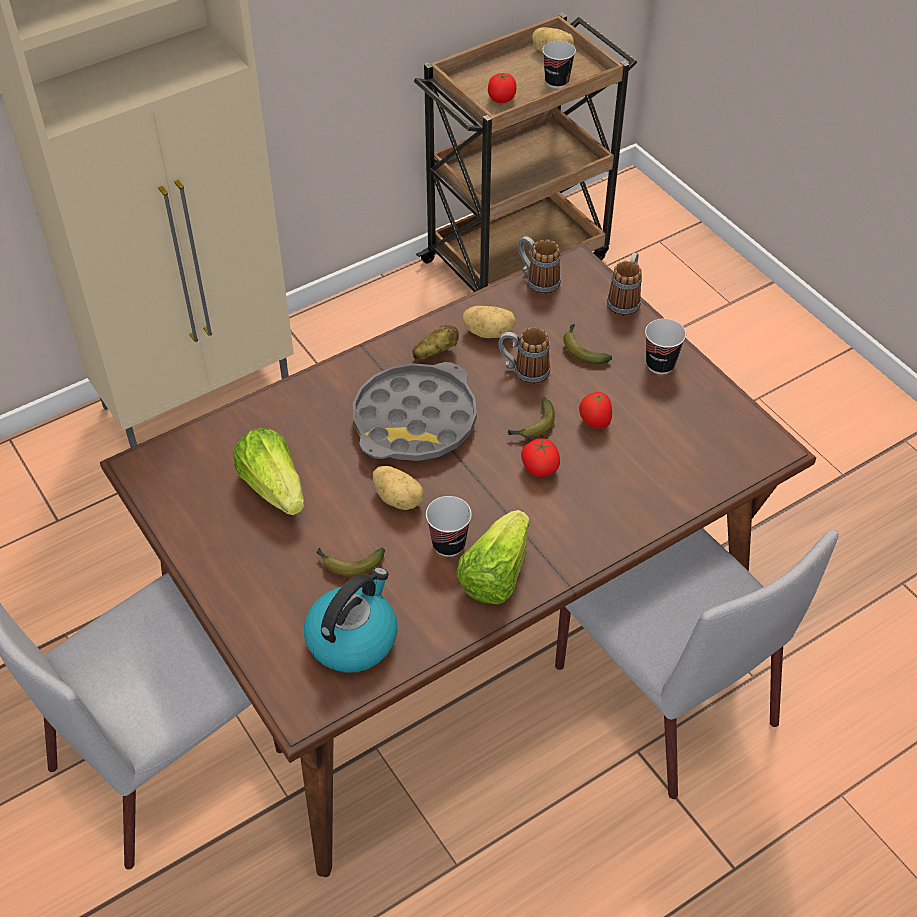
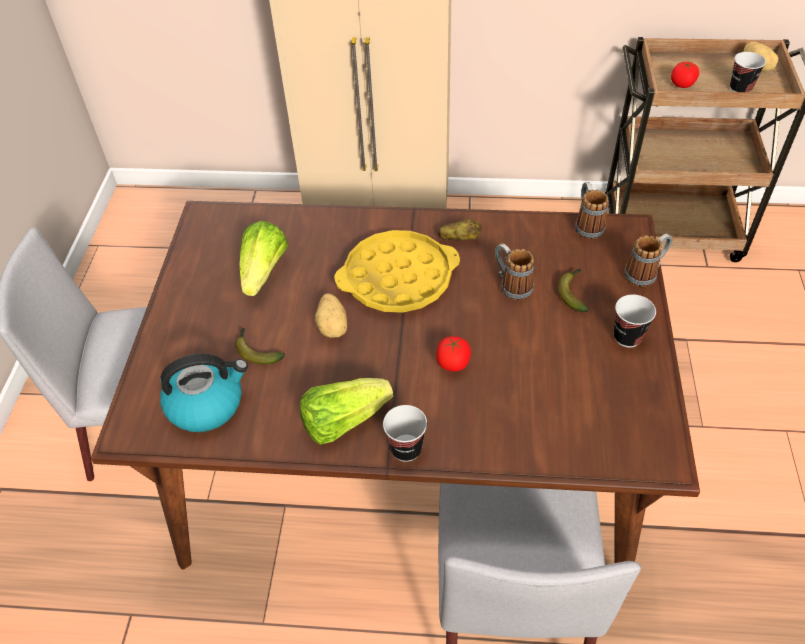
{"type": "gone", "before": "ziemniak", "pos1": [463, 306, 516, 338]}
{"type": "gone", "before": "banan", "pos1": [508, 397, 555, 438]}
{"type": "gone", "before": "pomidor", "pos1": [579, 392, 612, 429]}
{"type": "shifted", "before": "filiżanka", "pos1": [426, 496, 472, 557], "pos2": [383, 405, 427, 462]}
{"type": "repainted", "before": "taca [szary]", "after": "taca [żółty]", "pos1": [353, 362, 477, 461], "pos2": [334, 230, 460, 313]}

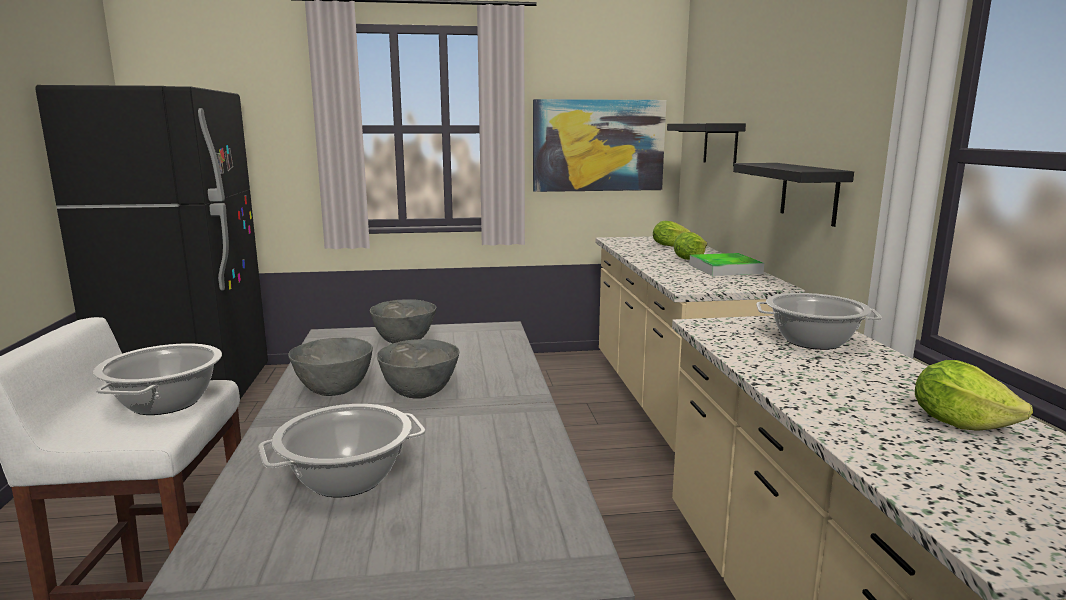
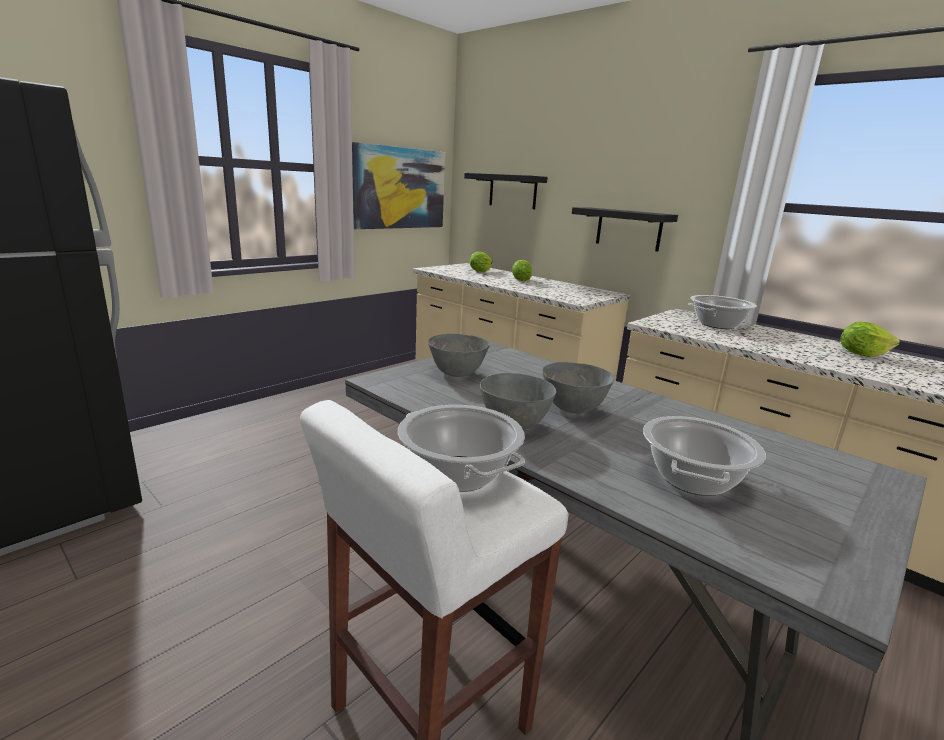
{"type": "gone", "before": "taca", "pos1": [689, 253, 764, 276]}

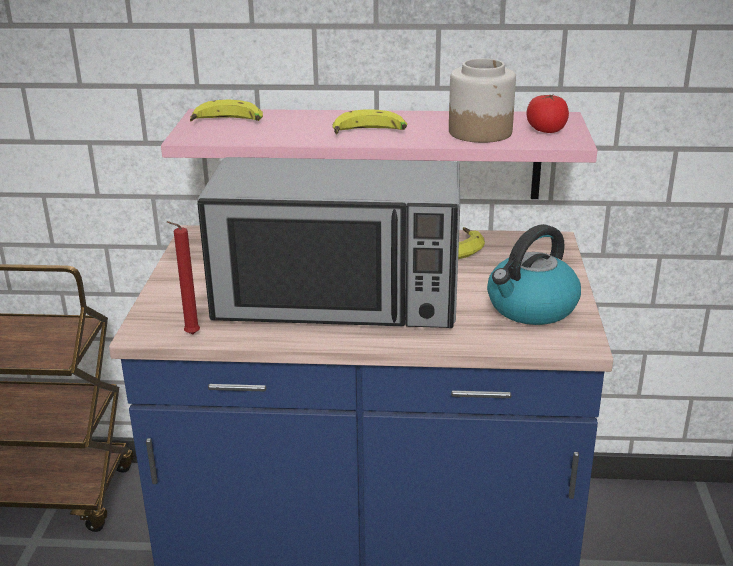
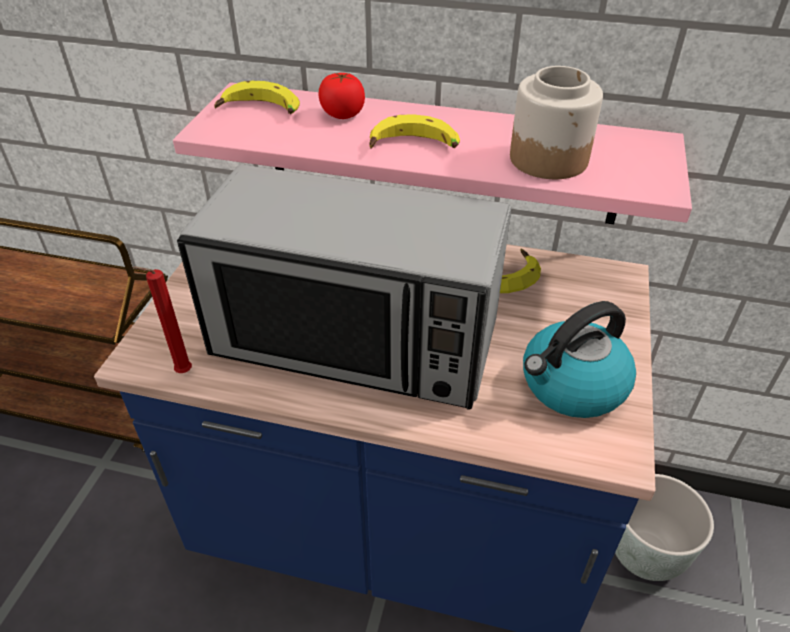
{"type": "new", "after": "donica [szary]", "pos2": [615, 474, 714, 581]}
{"type": "shifted", "before": "pomidor", "pos1": [527, 94, 569, 133], "pos2": [319, 73, 365, 119]}

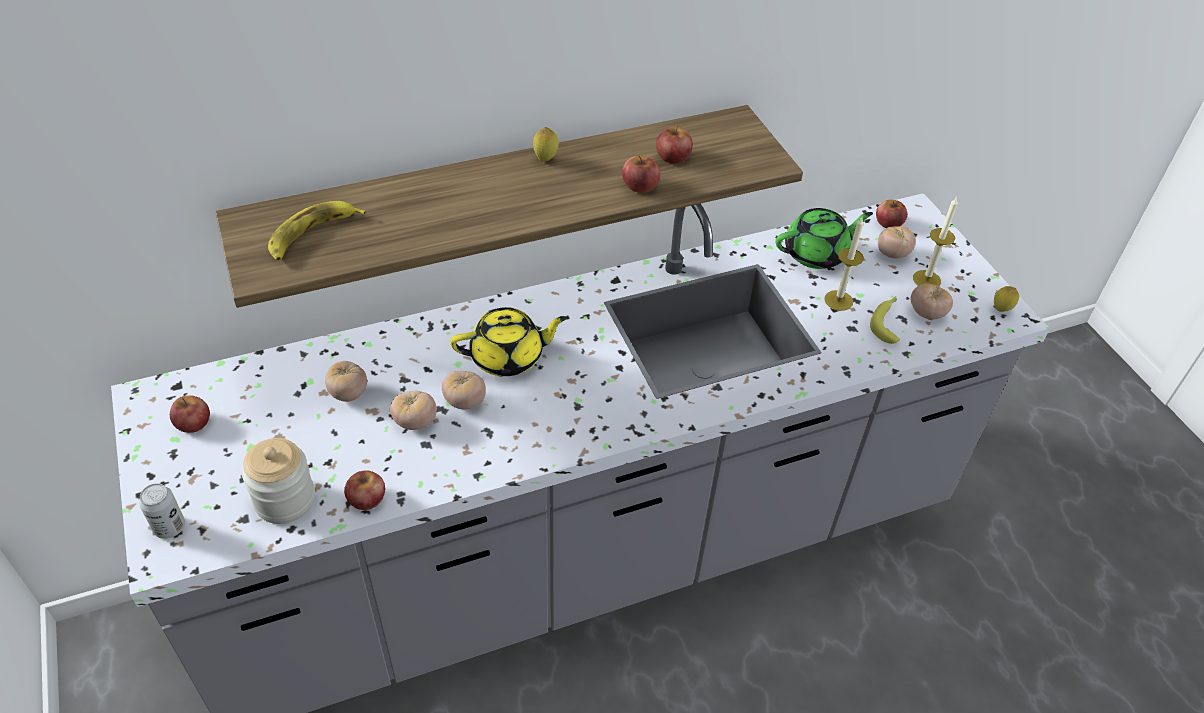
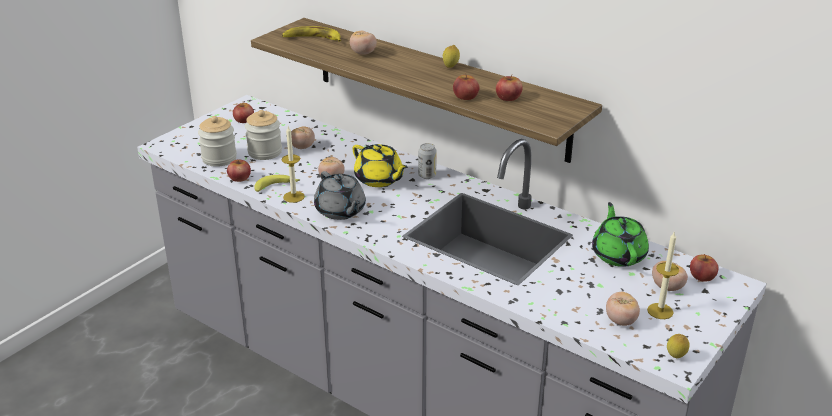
{"type": "new", "after": "słoik", "pos2": [245, 110, 282, 160]}
{"type": "new", "after": "imbryk [szary]", "pos2": [314, 171, 366, 220]}
{"type": "shifted", "before": "puszka", "pos1": [139, 483, 185, 539], "pos2": [418, 143, 437, 179]}
{"type": "shifted", "before": "pomidor", "pos1": [390, 391, 437, 430], "pos2": [350, 30, 377, 55]}
{"type": "shifted", "before": "świeca", "pos1": [824, 218, 864, 311], "pos2": [282, 126, 305, 203]}
{"type": "shifted", "before": "banan", "pos1": [870, 296, 900, 344], "pos2": [254, 175, 300, 192]}
{"type": "rotated", "before": "imbryk [zielony]", "pos1": [776, 208, 873, 269], "pos2": [592, 202, 649, 267], "turn": -135}

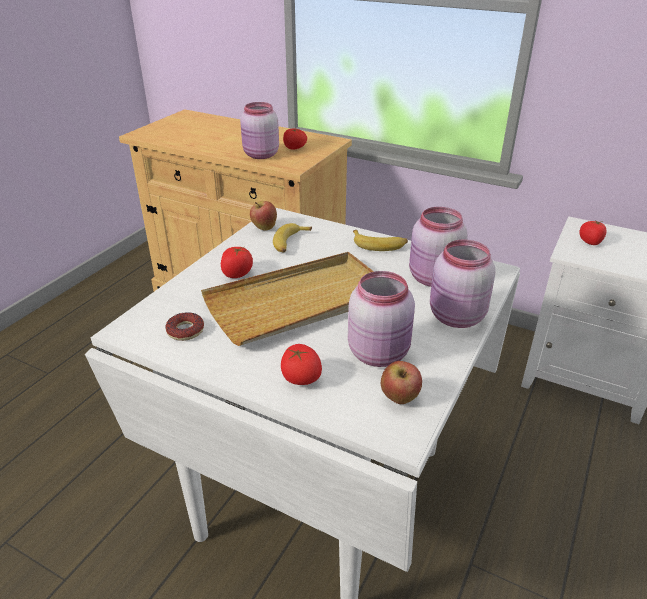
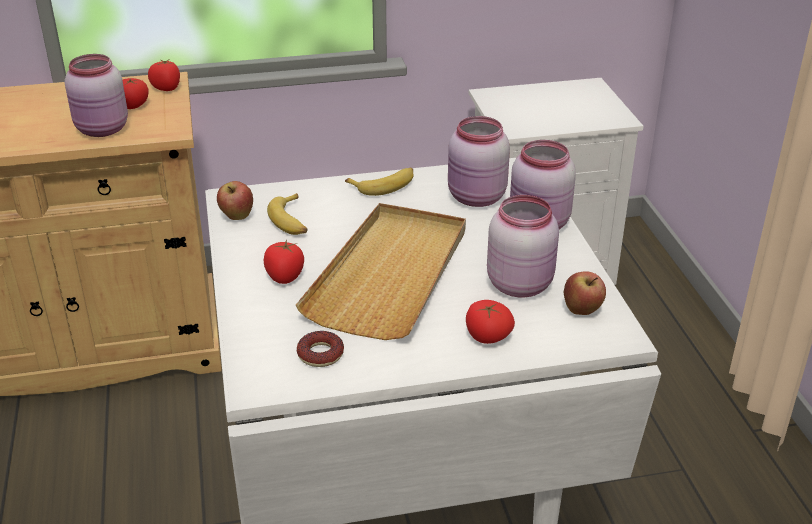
{"type": "shifted", "before": "pomidor", "pos1": [579, 220, 607, 245], "pos2": [148, 60, 180, 91]}

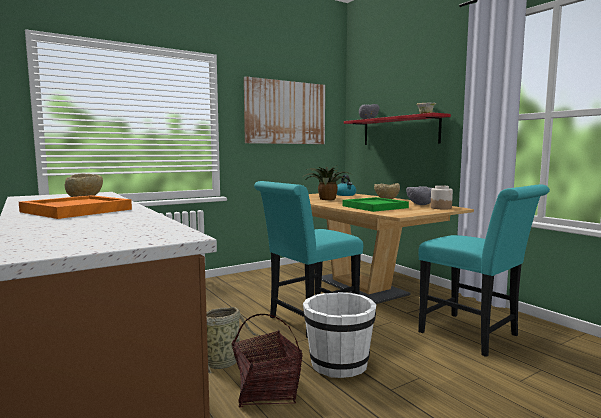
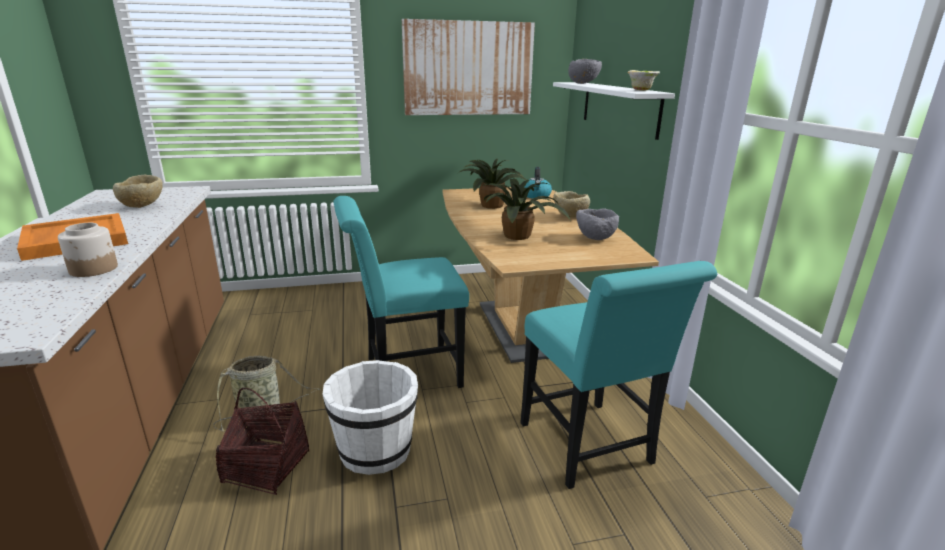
{"type": "shifted", "before": "słoik", "pos1": [431, 185, 453, 209], "pos2": [58, 223, 118, 277]}
{"type": "swapped", "before": "taca [zielony]", "after": "roślina doniczkowa", "pos1": [342, 197, 409, 212], "pos2": [483, 179, 571, 240]}
{"type": "repainted", "before": "półka [czerwony]", "after": "półka [biały]", "pos1": [344, 113, 451, 145], "pos2": [553, 82, 675, 140]}

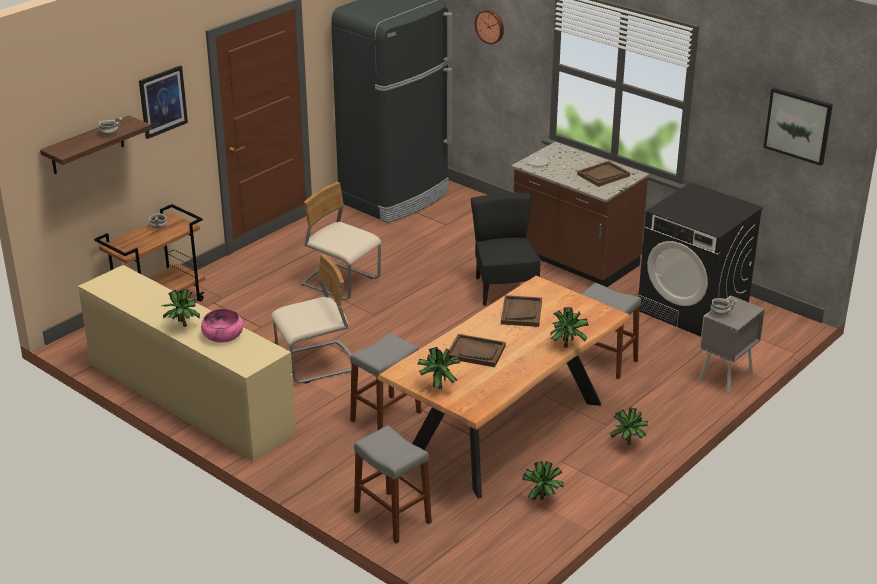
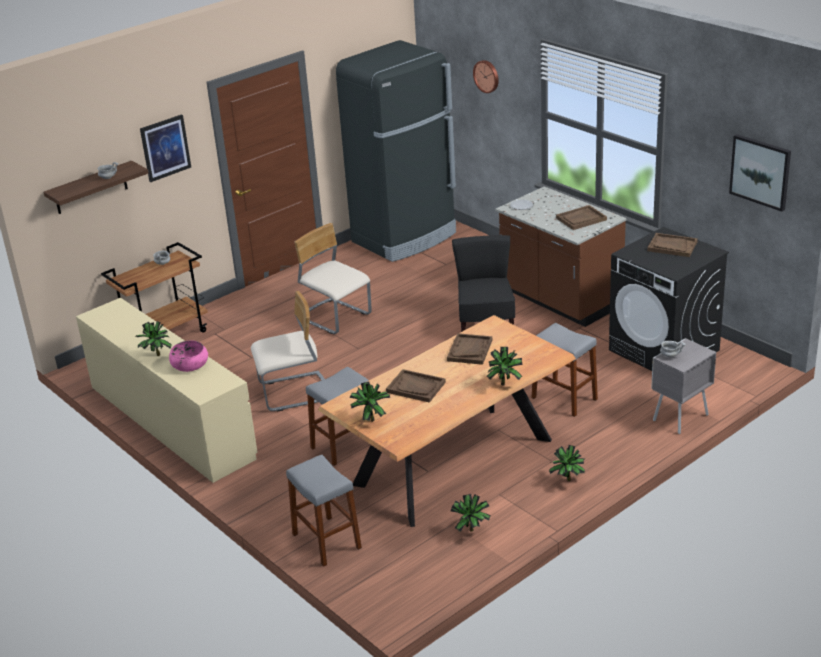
{"type": "new", "after": "taca [brązowy]", "pos2": [647, 233, 698, 257]}

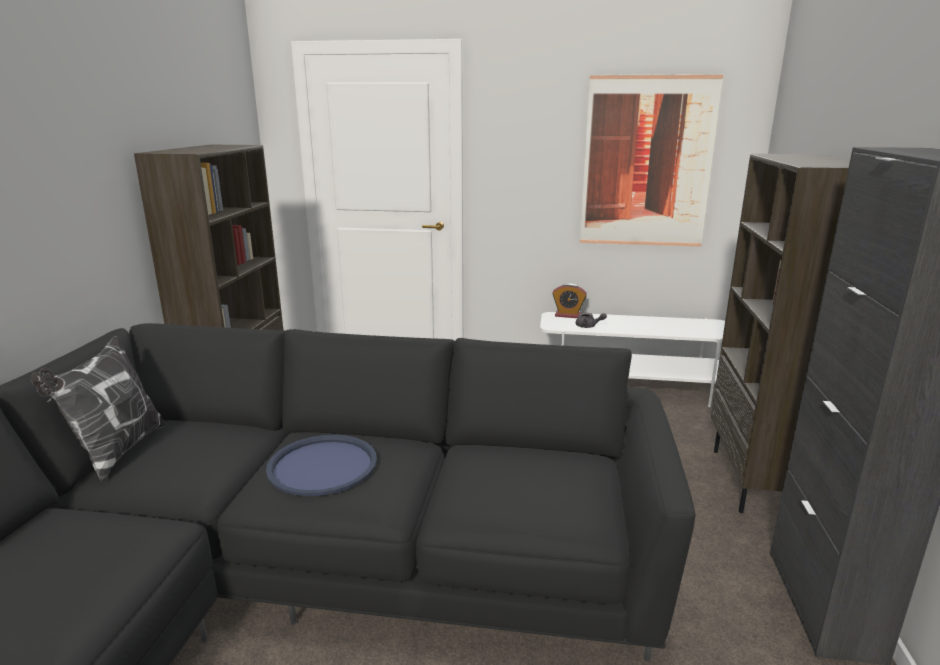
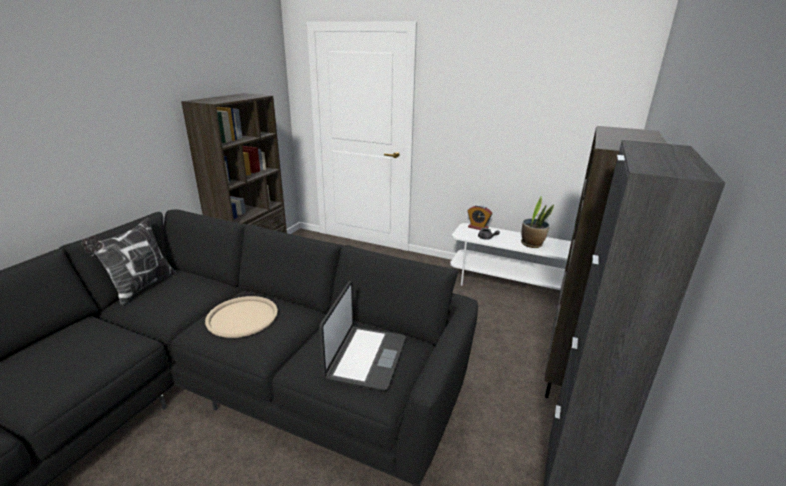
{"type": "gone", "before": "obraz", "pos1": [580, 74, 723, 247]}
{"type": "new", "after": "laptop", "pos2": [319, 281, 406, 391]}
{"type": "new", "after": "roślina doniczkowa", "pos2": [521, 196, 554, 248]}
{"type": "repainted", "before": "taca [niebieski]", "after": "taca [beżowy]", "pos1": [266, 435, 377, 496], "pos2": [205, 296, 278, 338]}

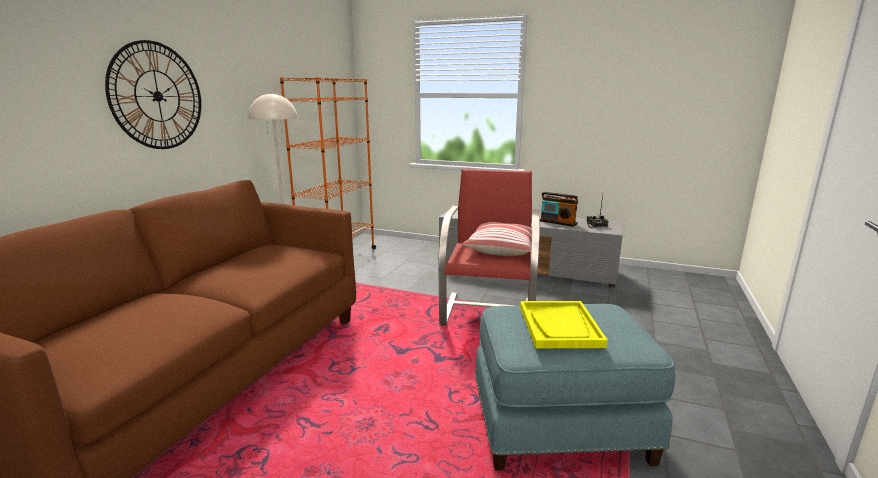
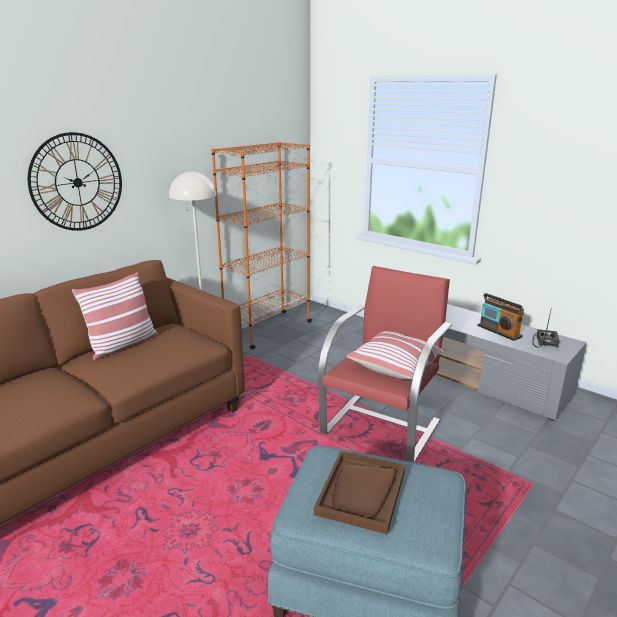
{"type": "new", "after": "poduszka", "pos2": [72, 272, 158, 360]}
{"type": "repainted", "before": "taca [żółty]", "after": "taca [brązowy]", "pos1": [520, 301, 608, 348], "pos2": [314, 451, 405, 534]}

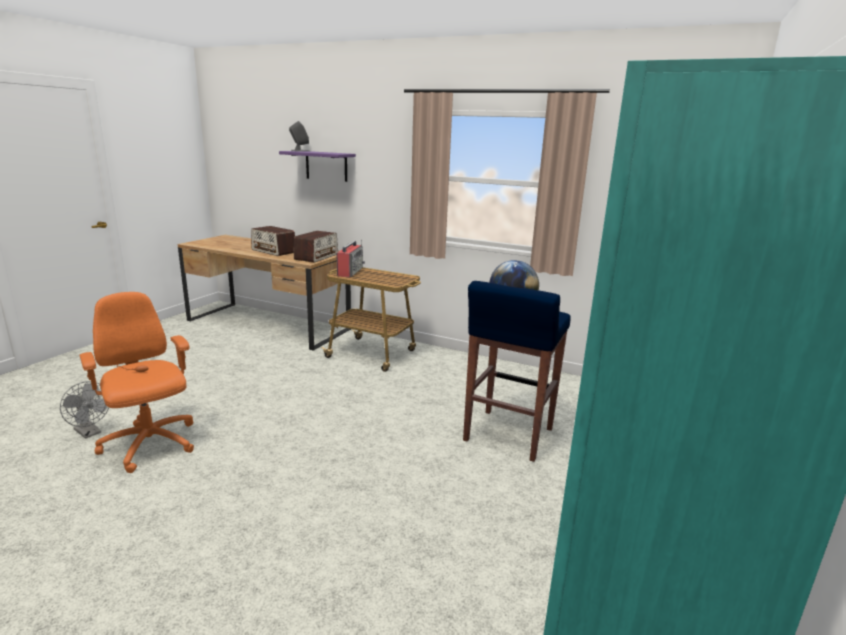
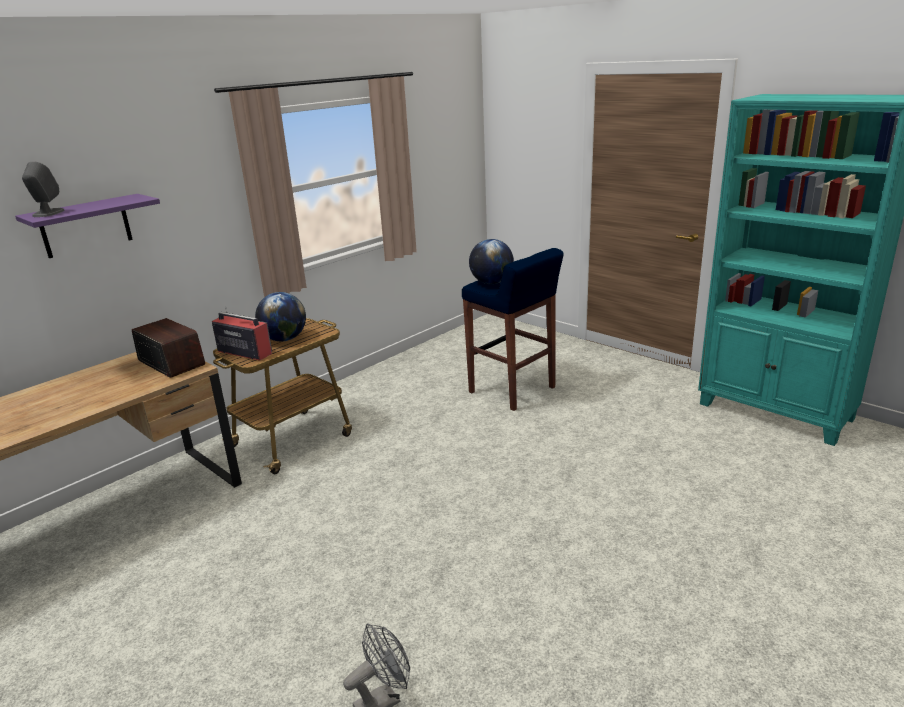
{"type": "gone", "before": "krzesło biurowe [pomarańczowy]", "pos1": [80, 292, 194, 473]}
{"type": "gone", "before": "radio", "pos1": [251, 226, 295, 256]}
{"type": "new", "after": "globus", "pos2": [255, 292, 306, 341]}

